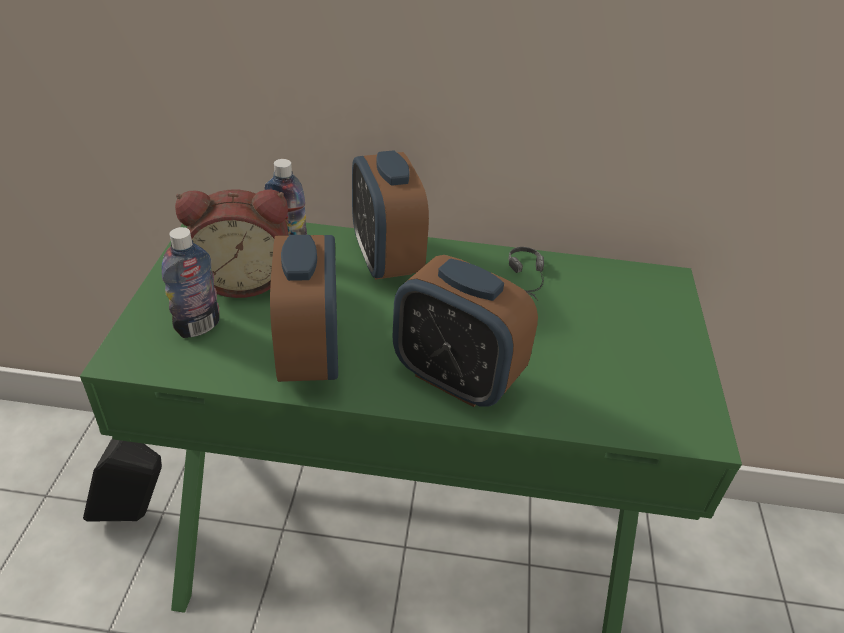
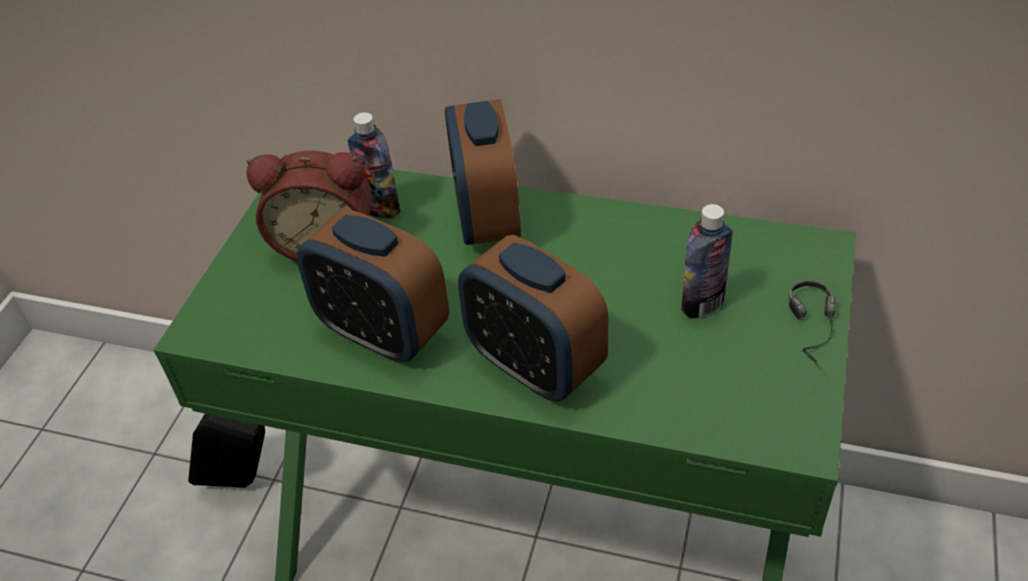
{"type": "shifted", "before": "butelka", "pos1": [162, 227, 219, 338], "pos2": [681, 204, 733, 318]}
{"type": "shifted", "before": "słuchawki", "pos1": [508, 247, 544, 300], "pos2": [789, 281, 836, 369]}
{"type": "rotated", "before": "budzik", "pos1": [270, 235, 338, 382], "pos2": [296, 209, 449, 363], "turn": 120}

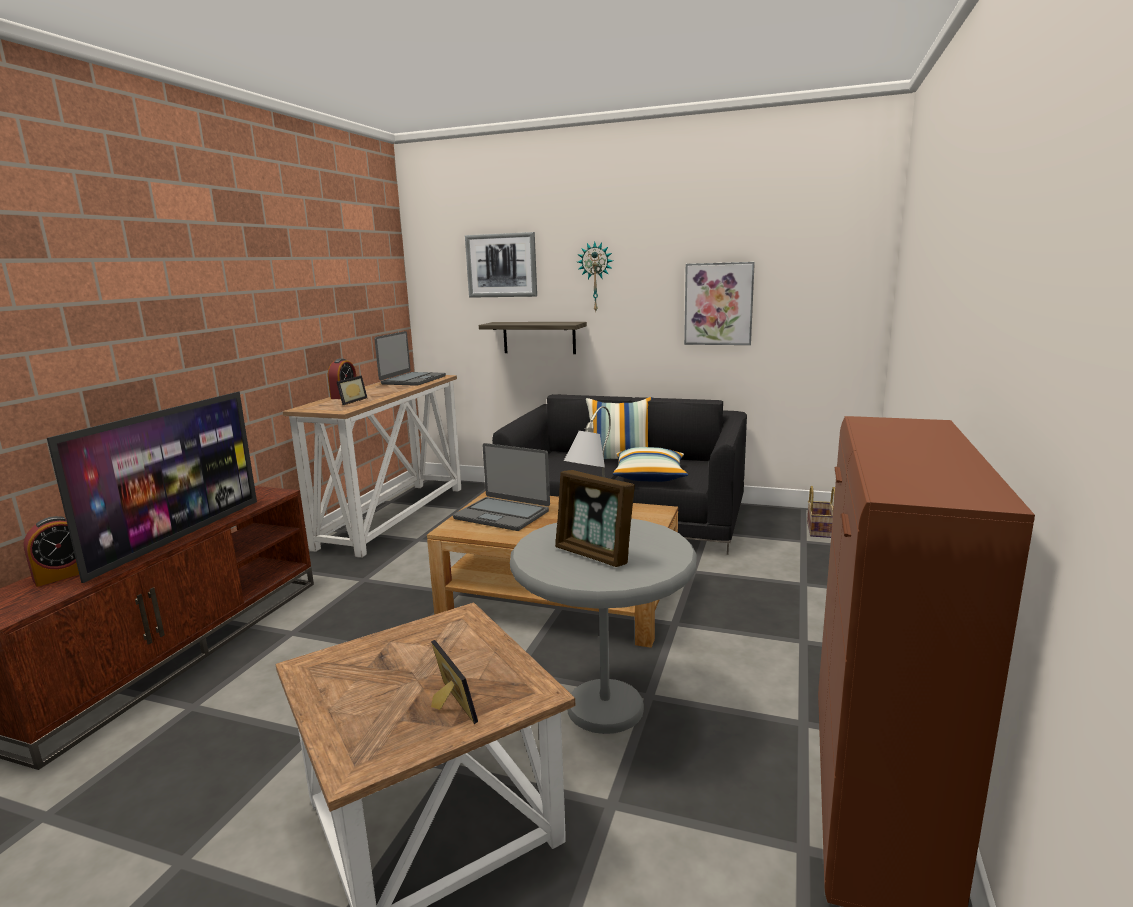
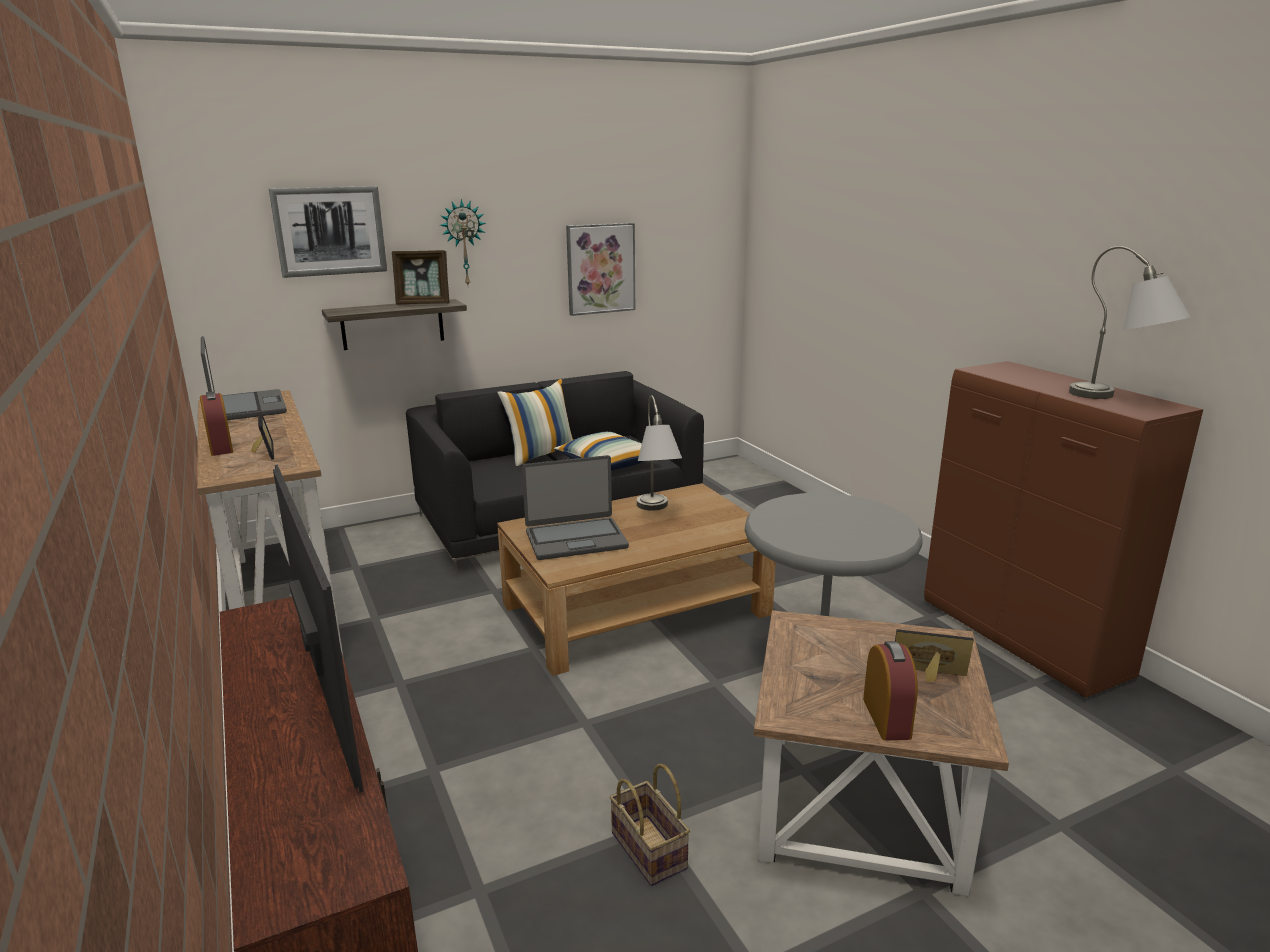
{"type": "new", "after": "lampa stołowa [szary]", "pos2": [1069, 246, 1190, 399]}
{"type": "shifted", "before": "budzik", "pos1": [24, 516, 79, 586], "pos2": [863, 641, 918, 741]}
{"type": "shifted", "before": "ramka na zdjęcie", "pos1": [555, 470, 635, 567], "pos2": [392, 250, 450, 304]}
{"type": "shifted", "before": "koszyk", "pos1": [807, 486, 835, 538], "pos2": [610, 764, 690, 886]}

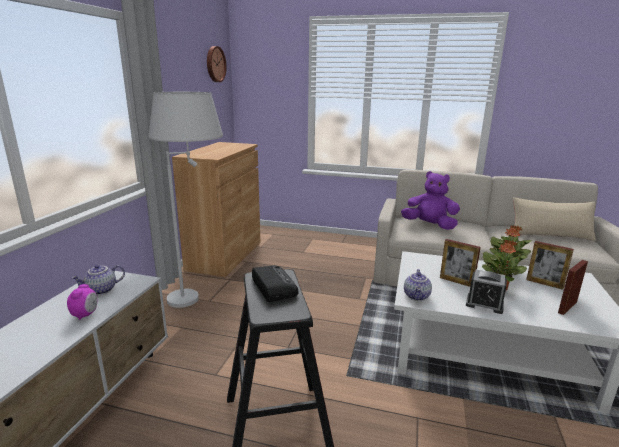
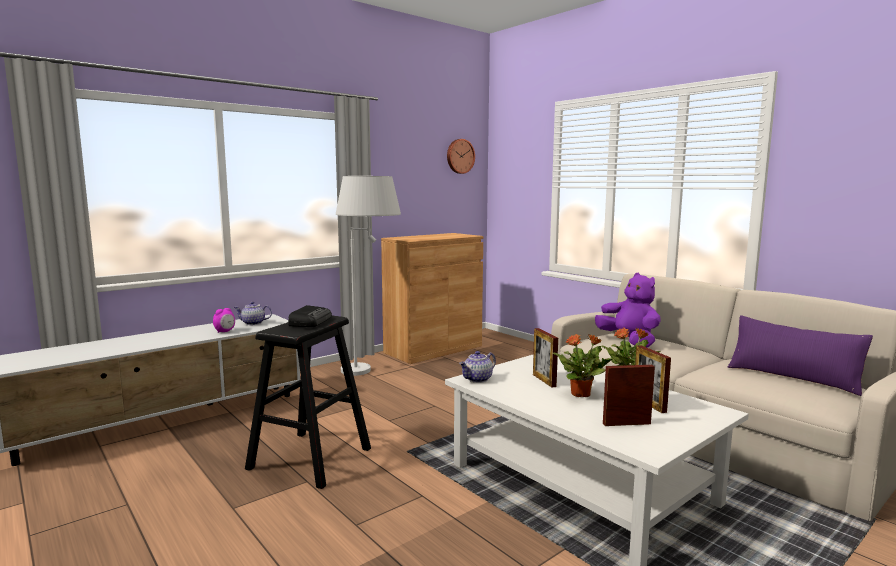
{"type": "gone", "before": "budzik", "pos1": [466, 270, 507, 314]}
{"type": "repainted", "before": "poduszka [beżowy]", "after": "poduszka [fioletowy]", "pos1": [513, 197, 596, 241], "pos2": [728, 315, 873, 396]}

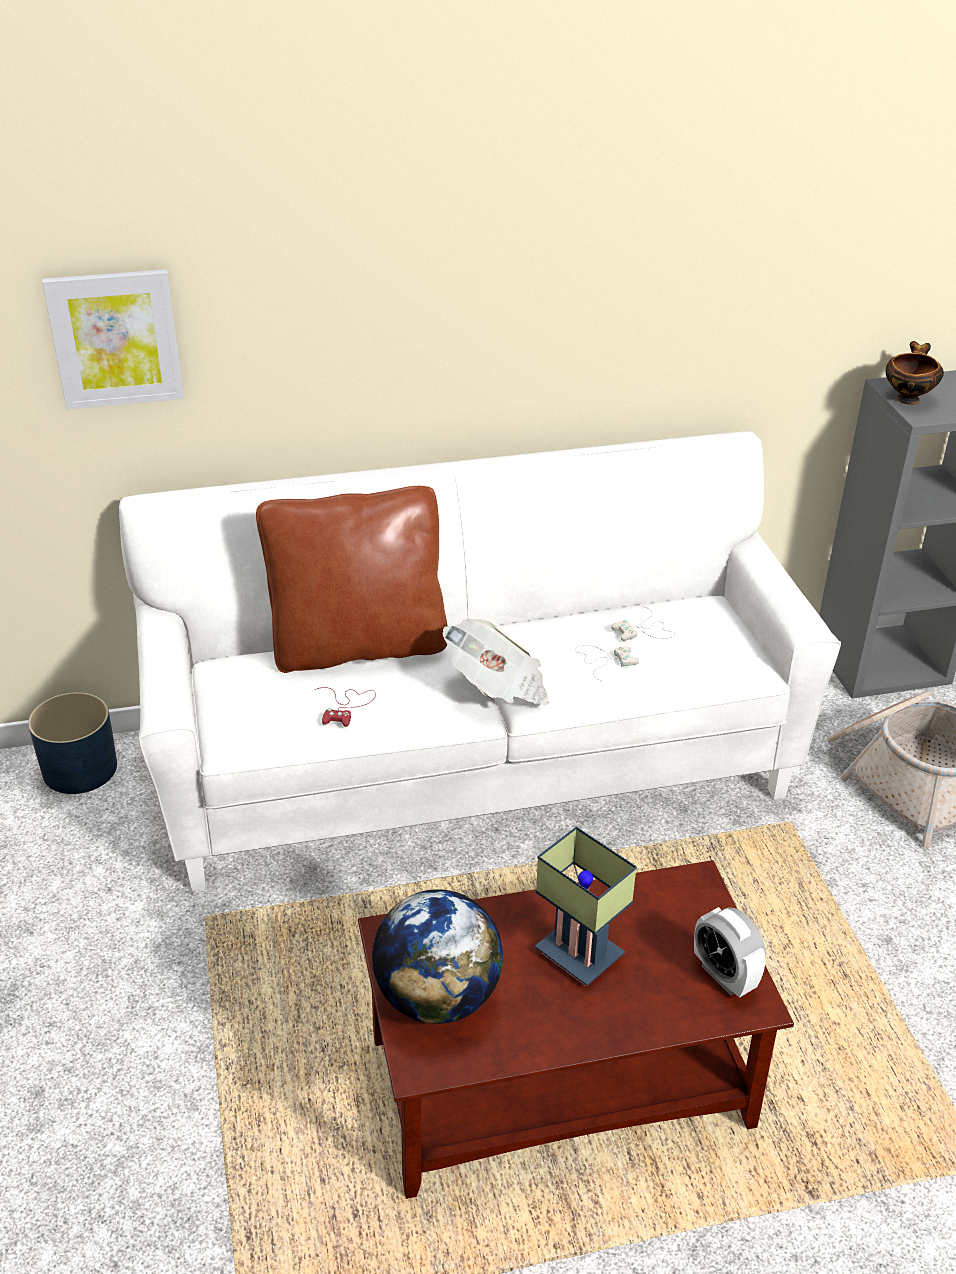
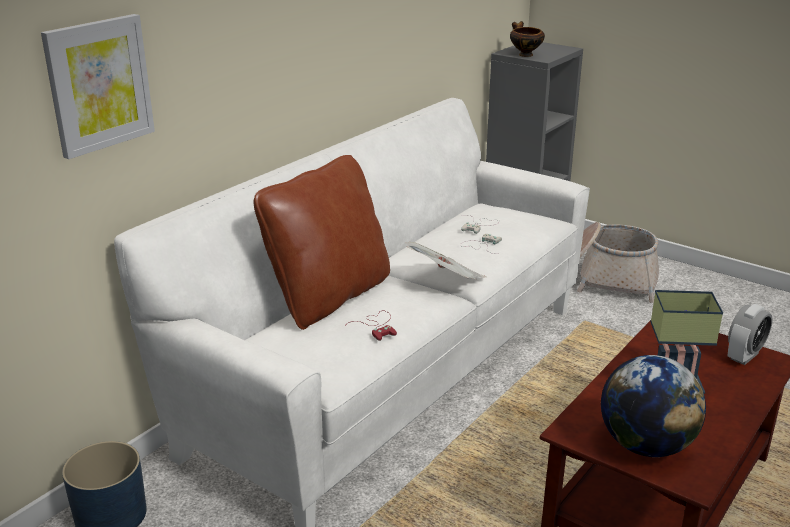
{"type": "rotated", "before": "budzik", "pos1": [694, 907, 766, 998], "pos2": [727, 304, 773, 365], "turn": -60}

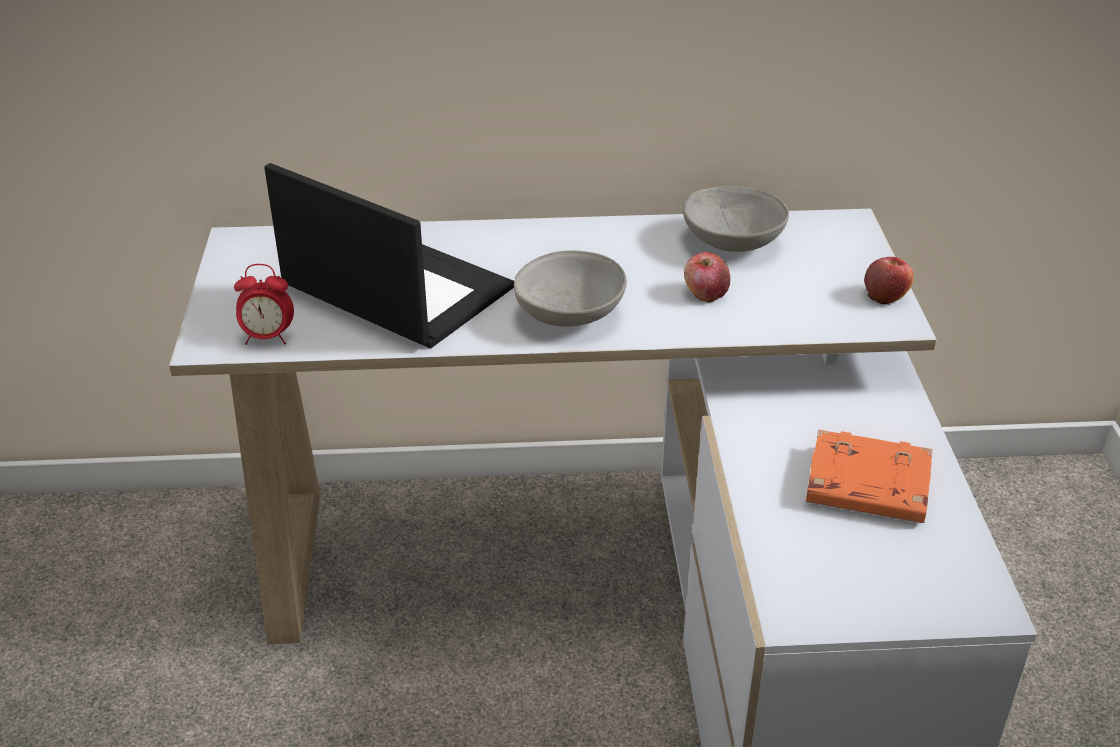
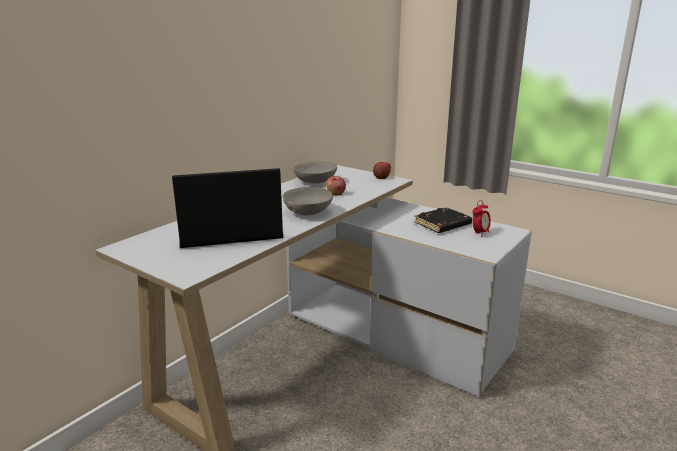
{"type": "shifted", "before": "budzik", "pos1": [234, 264, 294, 345], "pos2": [472, 200, 491, 237]}
{"type": "repainted", "before": "książka [pomarańczowy]", "after": "książka [czarny]", "pos1": [806, 429, 933, 523], "pos2": [414, 207, 472, 233]}

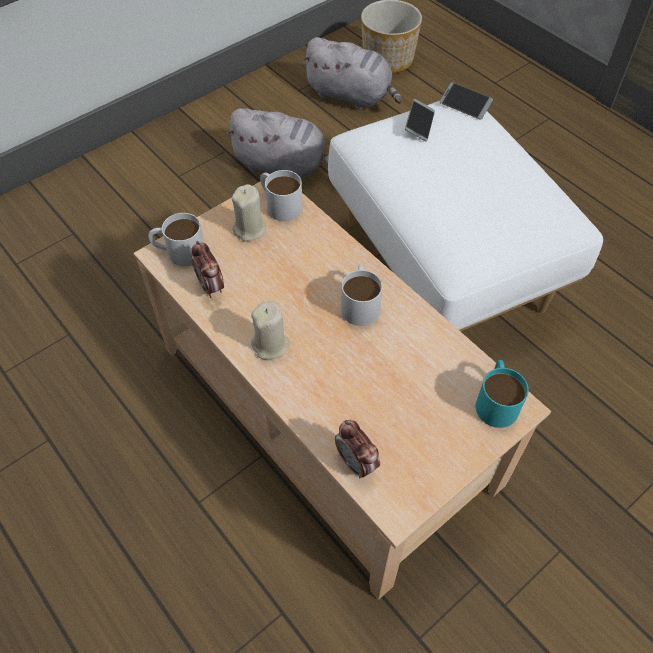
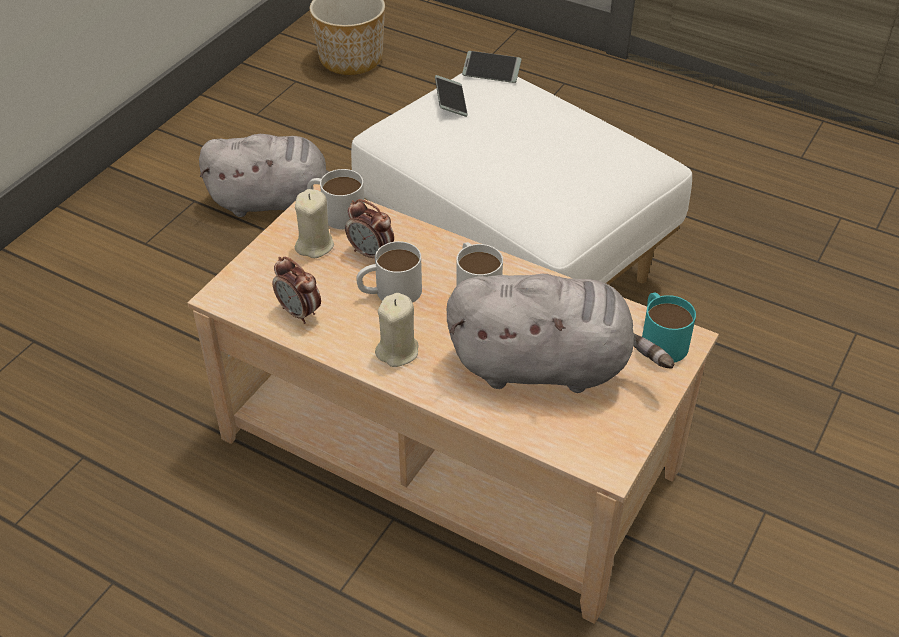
{"type": "shifted", "before": "kubek [biały]", "pos1": [148, 213, 204, 266], "pos2": [356, 241, 422, 303]}
{"type": "shifted", "before": "pluszak [szary]", "pos1": [301, 37, 402, 110], "pos2": [447, 274, 674, 393]}
{"type": "shifted", "before": "budzik", "pos1": [335, 420, 380, 478], "pos2": [345, 199, 394, 258]}

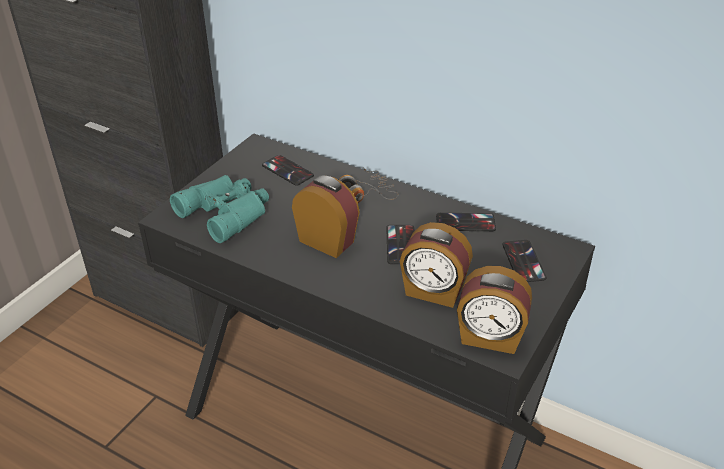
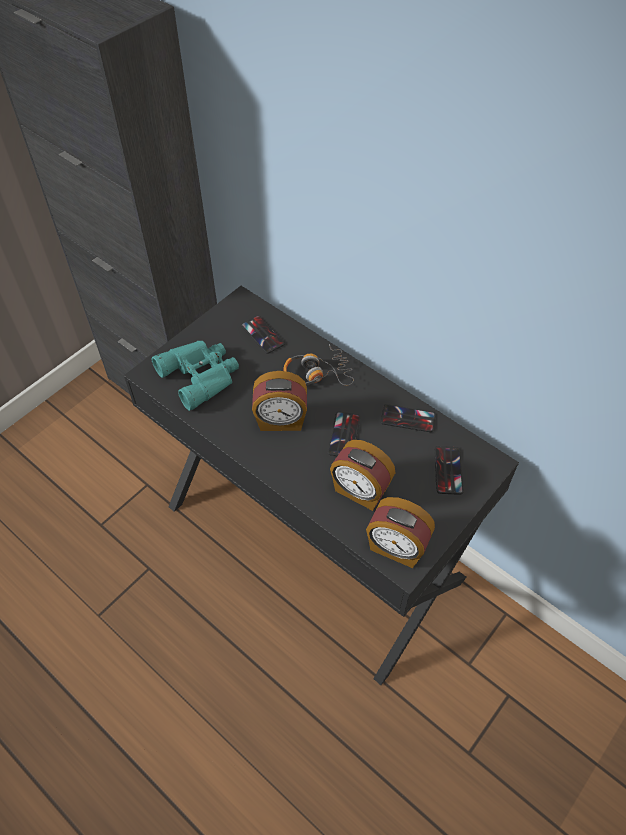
{"type": "rotated", "before": "budzik", "pos1": [292, 175, 360, 258], "pos2": [252, 371, 307, 431], "turn": 135}

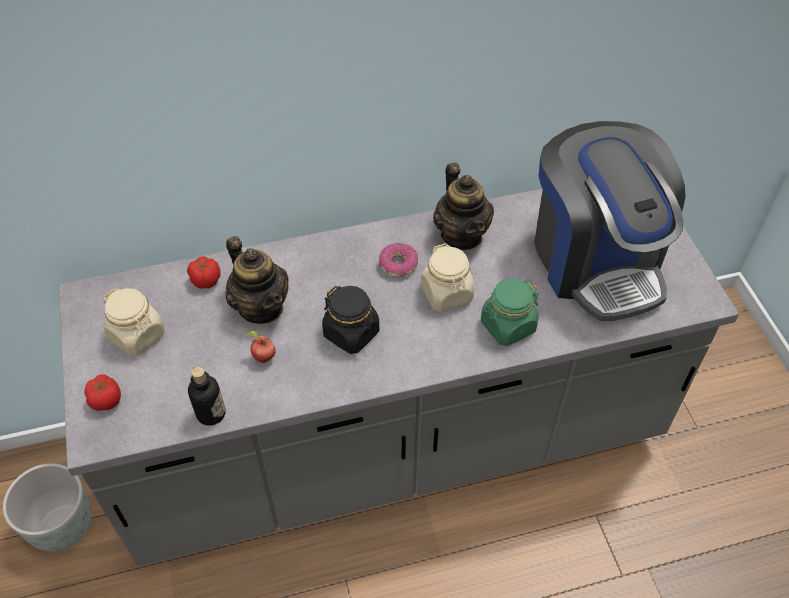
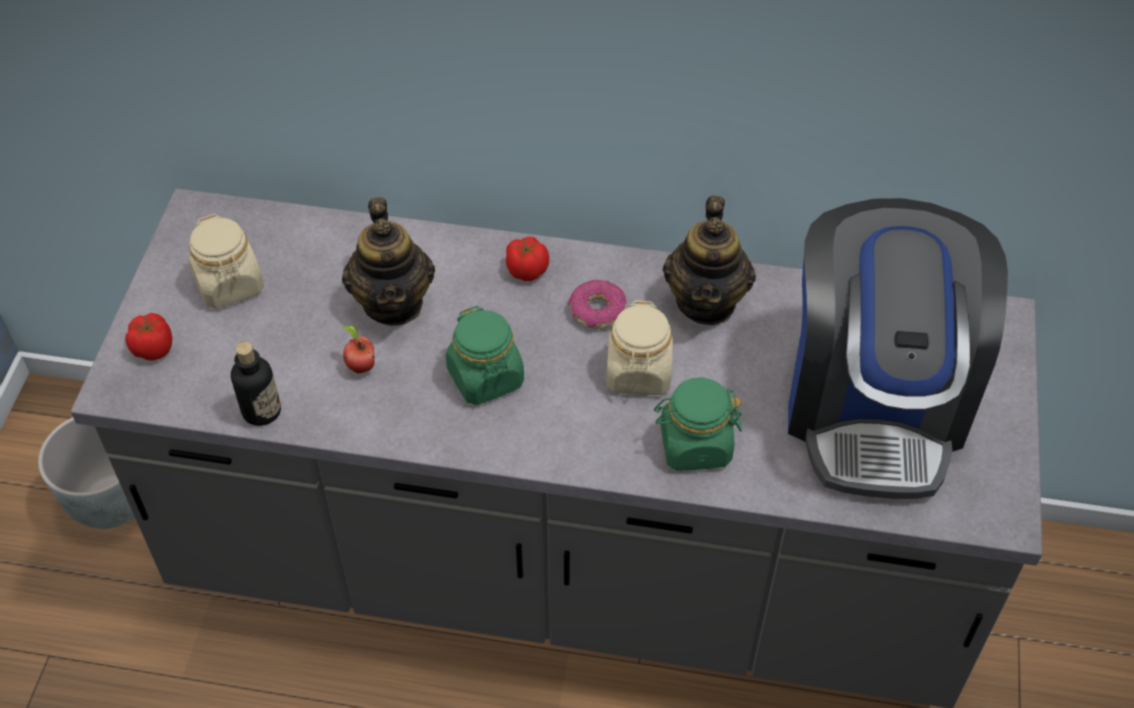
{"type": "shifted", "before": "pomidor", "pos1": [187, 256, 220, 289], "pos2": [506, 237, 549, 282]}
{"type": "repainted", "before": "słoik [czarny]", "after": "słoik [zielony]", "pos1": [322, 286, 379, 354], "pos2": [446, 306, 524, 405]}

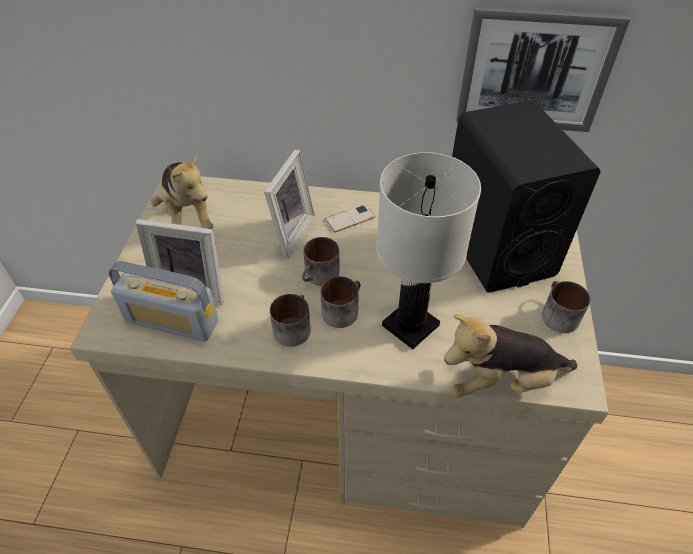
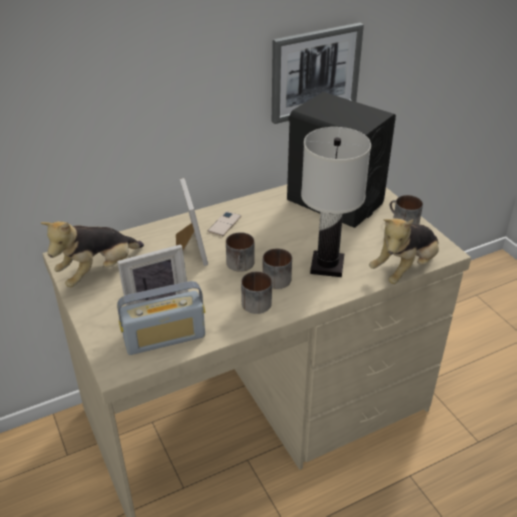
{"type": "rotated", "before": "pluszak", "pos1": [150, 153, 213, 229], "pos2": [41, 221, 144, 287], "turn": 105}

